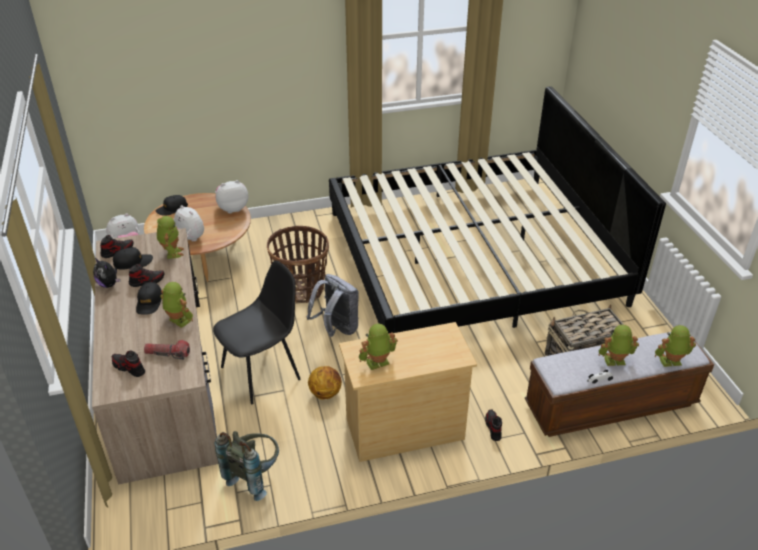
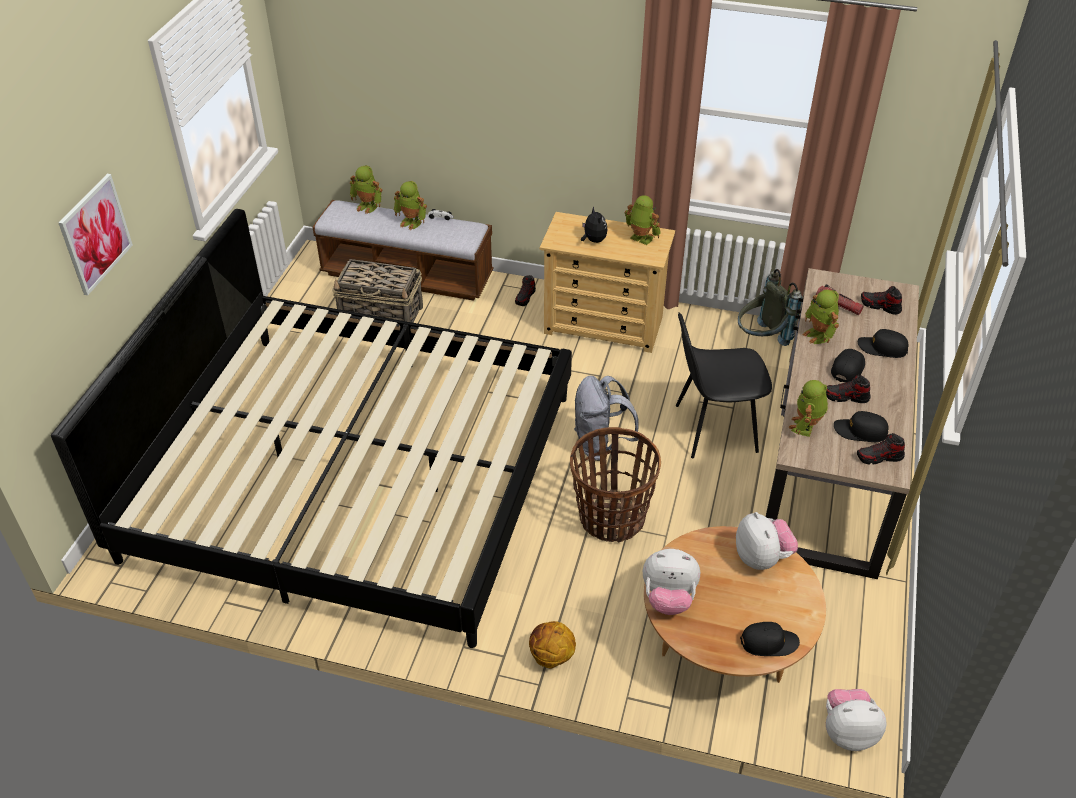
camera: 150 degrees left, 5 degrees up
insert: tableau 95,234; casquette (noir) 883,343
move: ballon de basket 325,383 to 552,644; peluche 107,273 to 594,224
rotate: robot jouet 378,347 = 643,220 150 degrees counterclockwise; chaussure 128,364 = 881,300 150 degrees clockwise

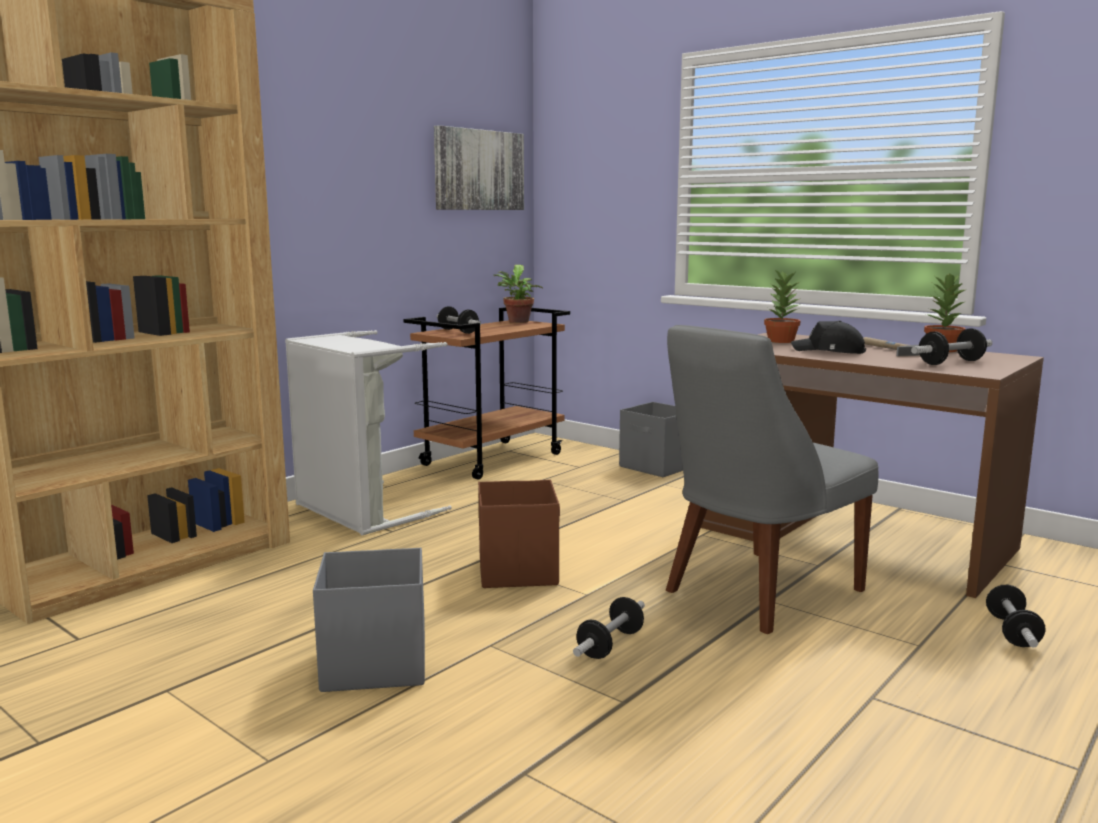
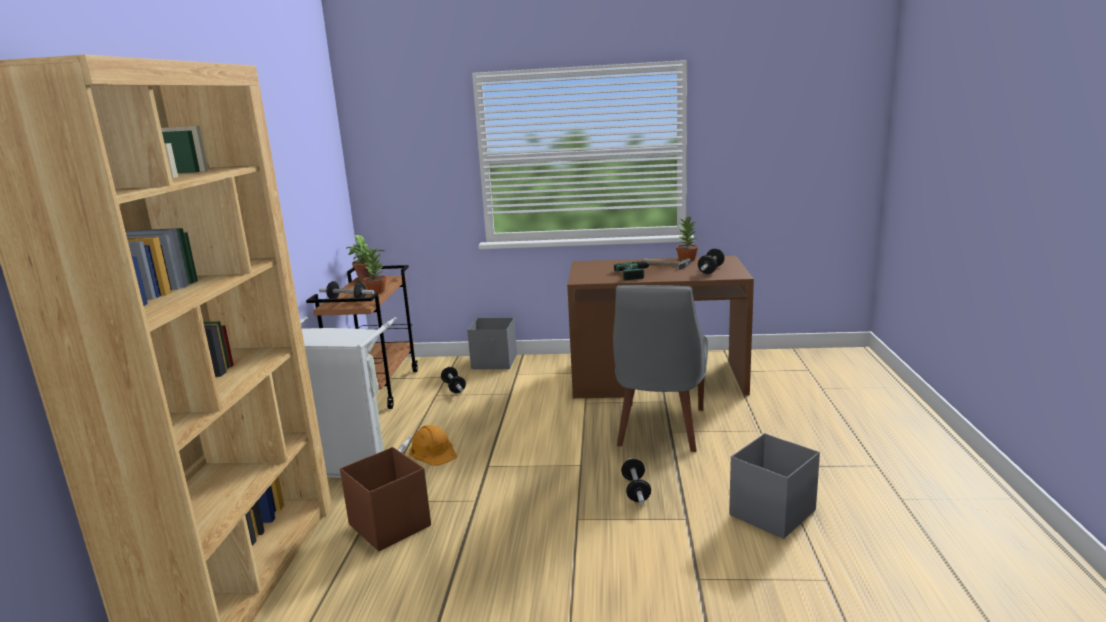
camera: 35 degrees left, 5 degrees up
delete: tableau 479,167
insert: casque de chantier (orange) 433,445
move: boîte de rangement (marron) 519,534 to 385,499; plante en pot 782,306 to 375,270; haltère 1016,616 to 453,380; boîte de rangement (gris) 369,620 to 774,486
replace: casquette (noir) 828,337 to perceuse 636,270

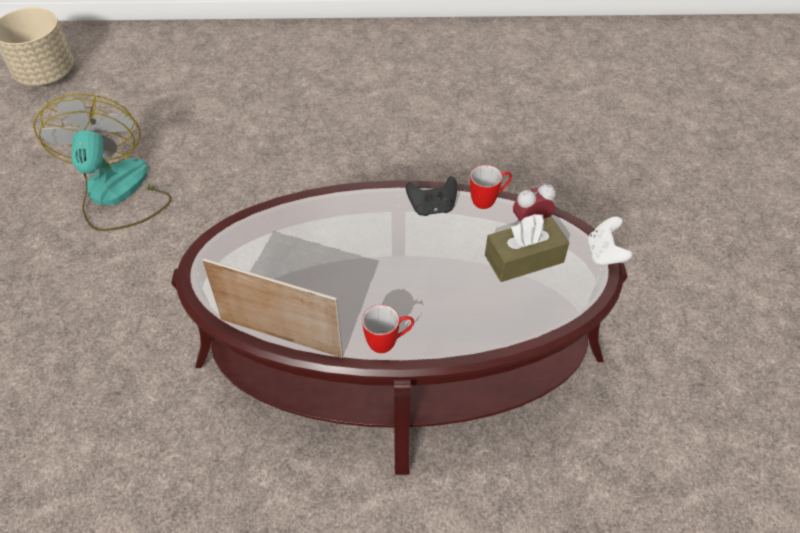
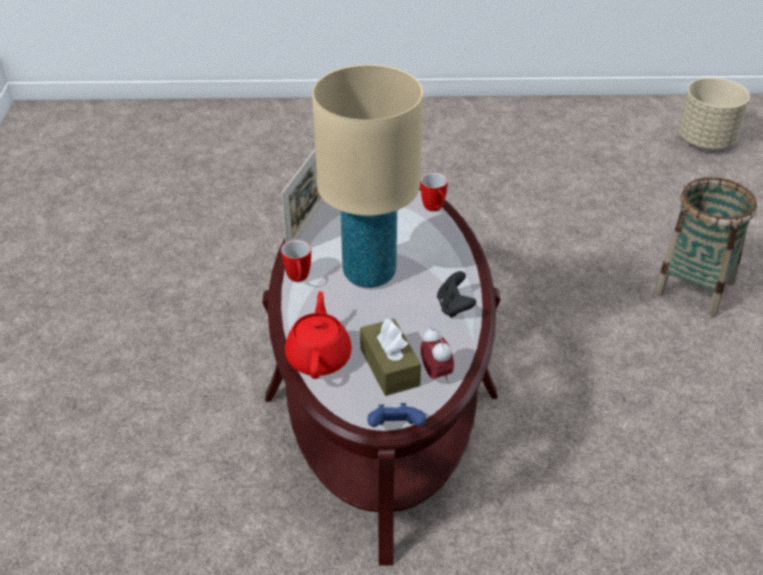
camera: 90 degrees right, 10 degrees down
delete: ventilateur 102,162
insert: théière (rouge) 318,335; lampe de table (beige) 367,176; panier 705,246
move: mug 491,187 to 434,192
recolor: manette (blanc) 610,241 to manette (bleu) 396,415

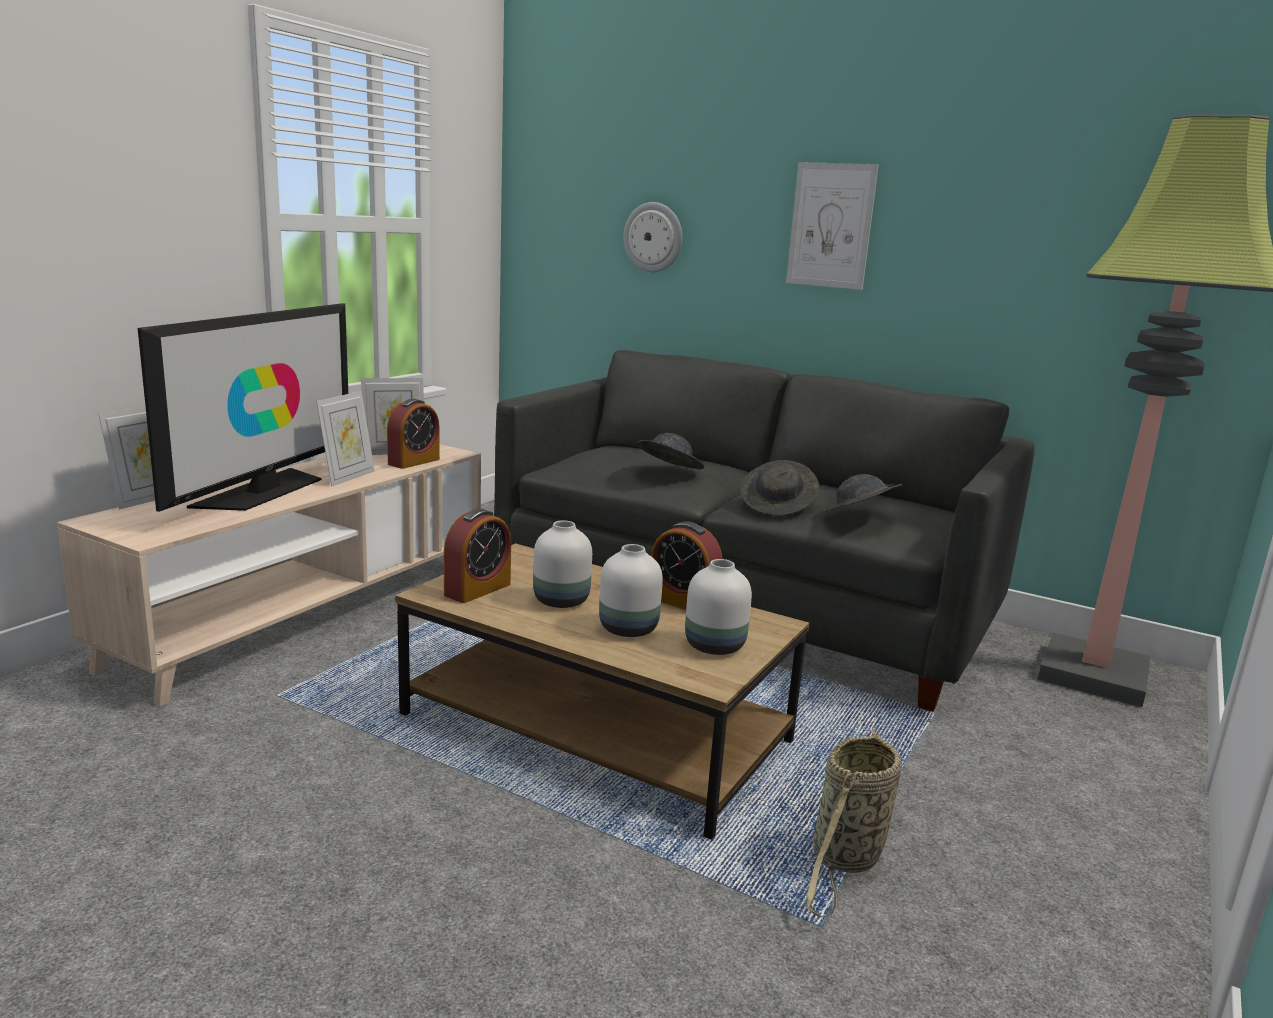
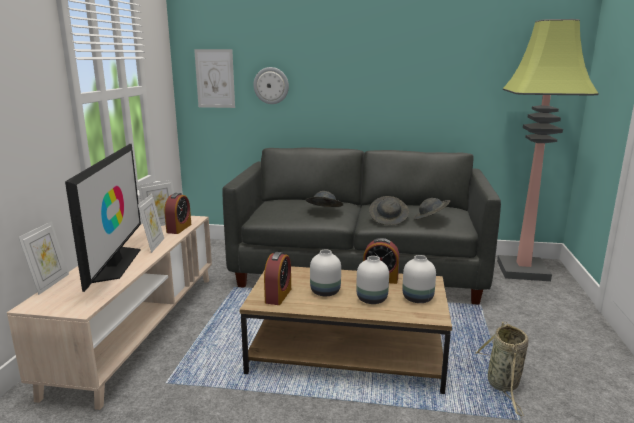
camera: 20 degrees left, 0 degrees up
move: tableau 832,226 to 214,78

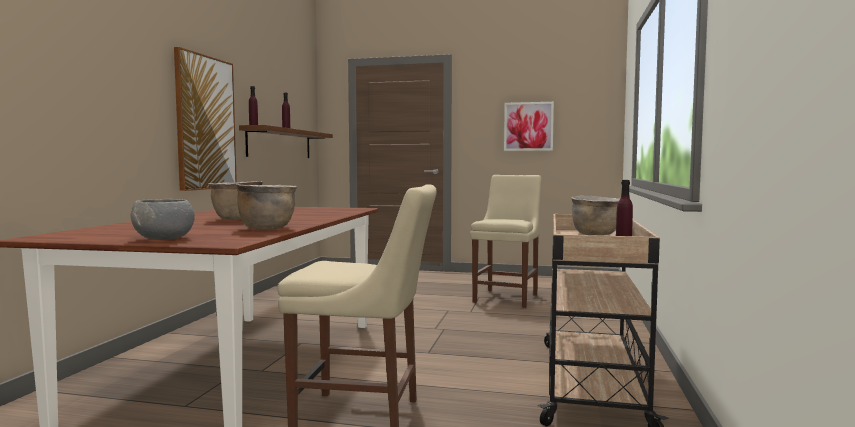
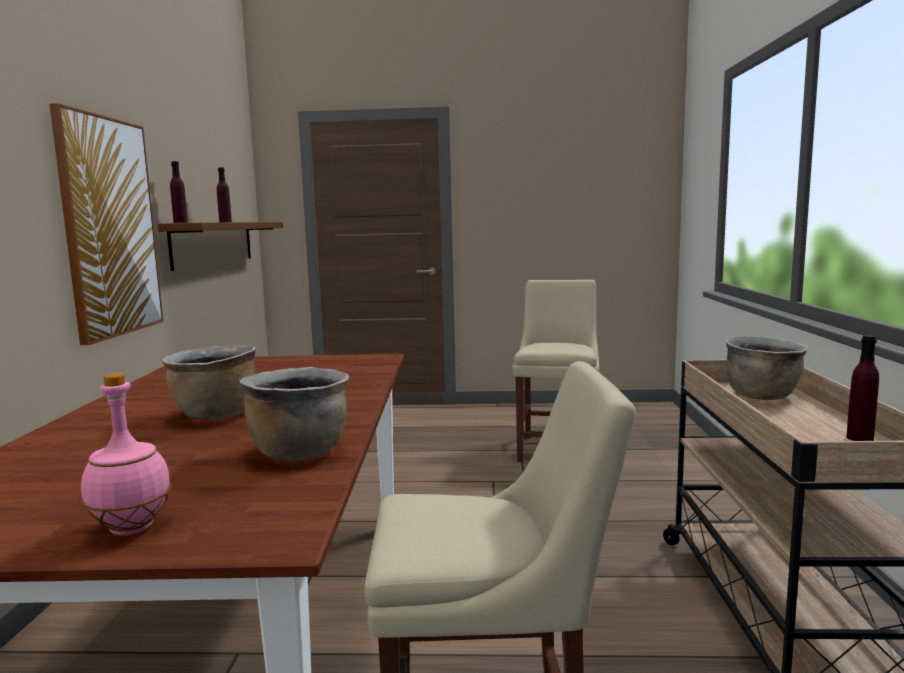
camera: 10 degrees left, 5 degrees up
delete: tableau 529,126
replace: bol (gris) 163,219 to bouteille (rose) 126,454

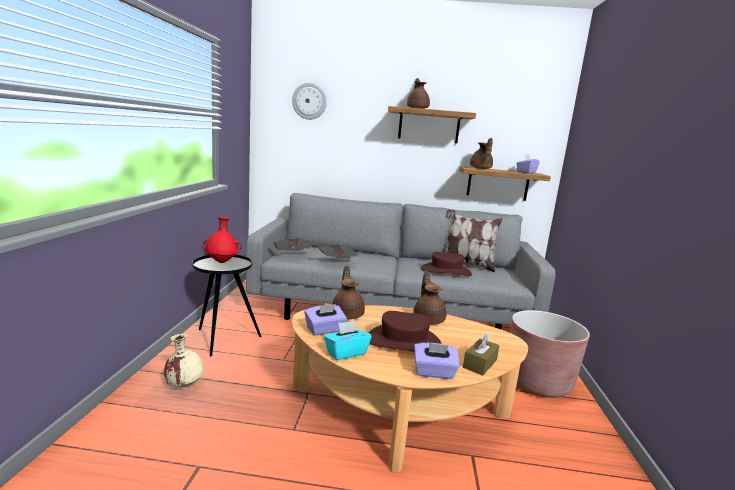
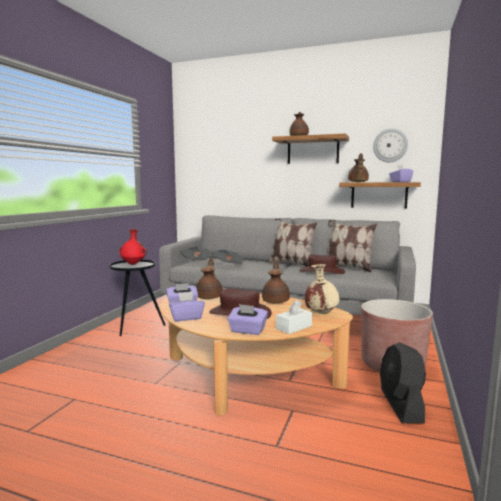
camera: 15 degrees right, 5 degrees down
insert: coussin 293,242; ventilateur (noir) 403,383
move: vase (beige) 184,360 to 322,289; horloge murale 309,101 to 390,145
recolor: boîte à mouchoirs (turquoise) 348,340 to boîte à mouchoirs (violet) 187,306; boîte à mouchoirs (marron) 481,354 to boîte à mouchoirs (blanc) 294,317

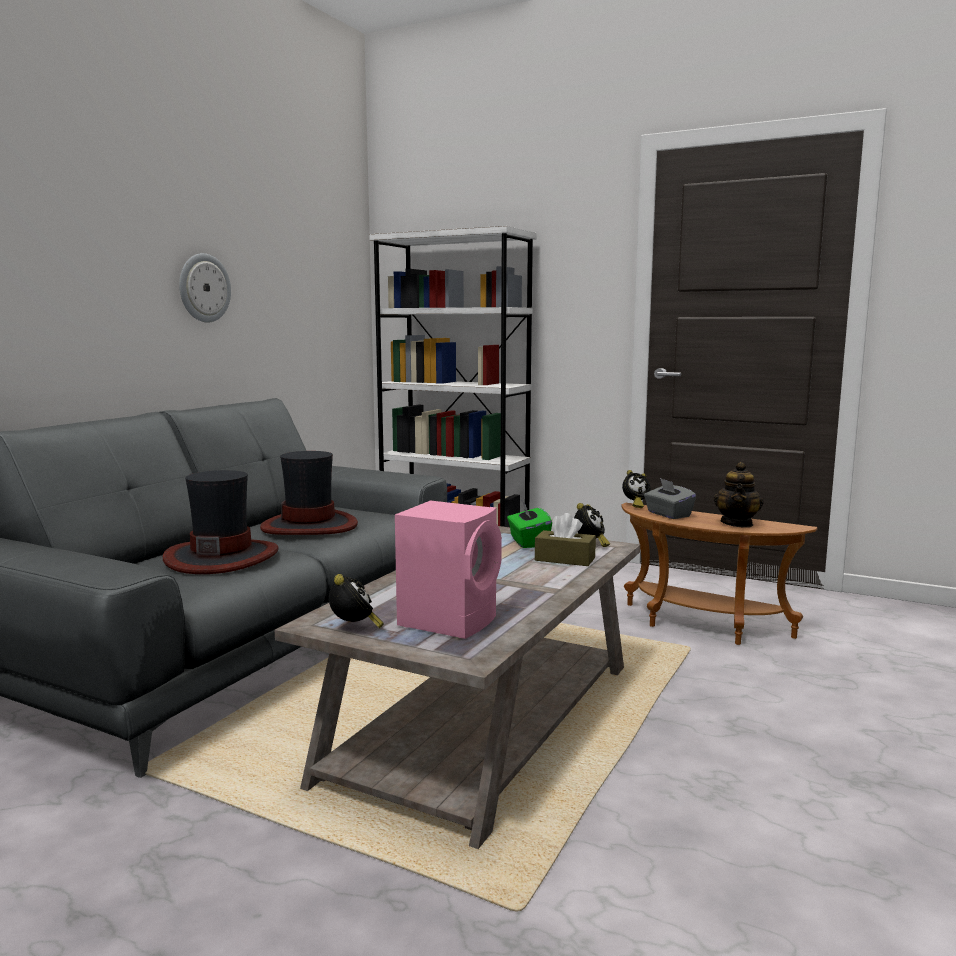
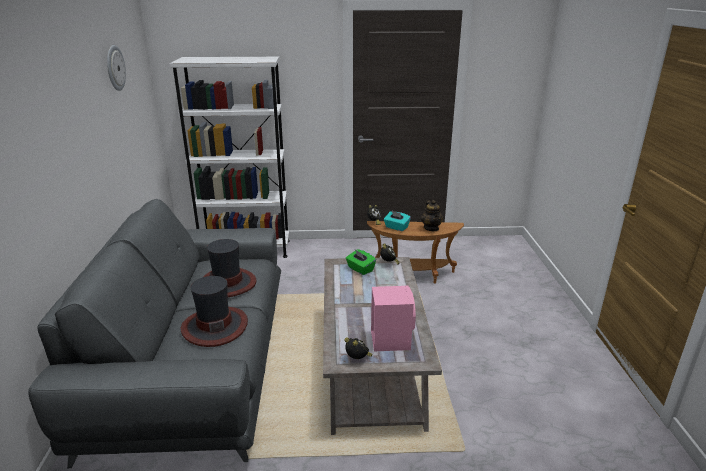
camera: 30 degrees left, 15 degrees up
delete: boîte à mouchoirs (marron) 565,539
move: horloge murale 205,288 to 116,68
recolor: boîte à mouchoirs (gris) 670,498 to boîte à mouchoirs (turquoise) 397,221

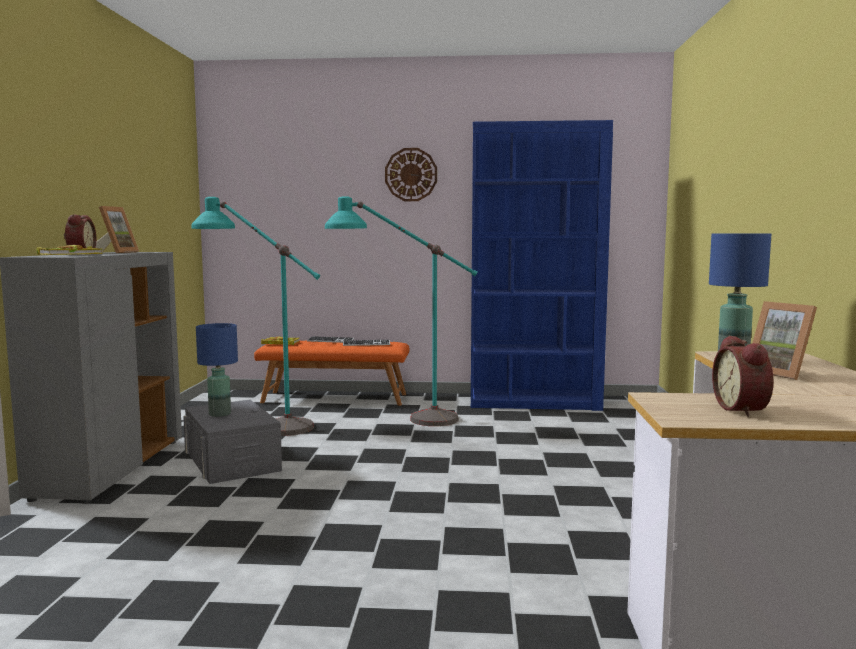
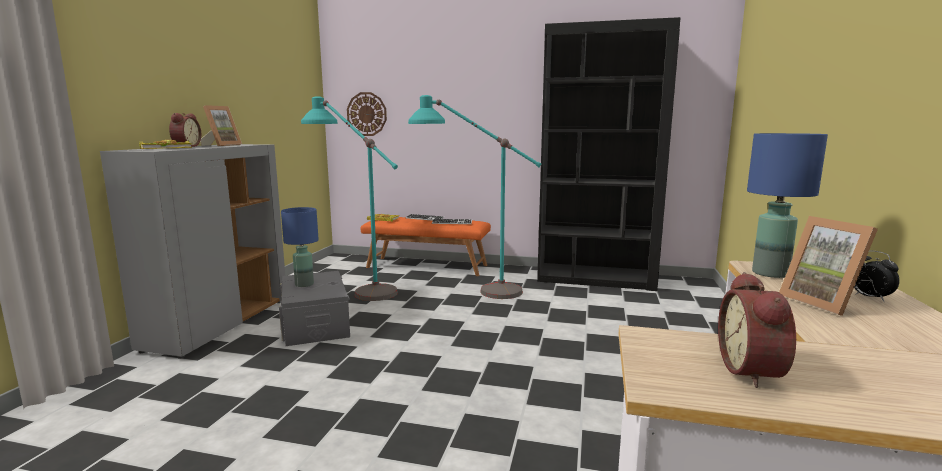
camera: 10 degrees right, 5 degrees up
insert: réveil 877,276
move: horloge murale 411,174 to 367,114
recolor: bibliothèque (bleu) 542,265 to bibliothèque (noir) 609,154

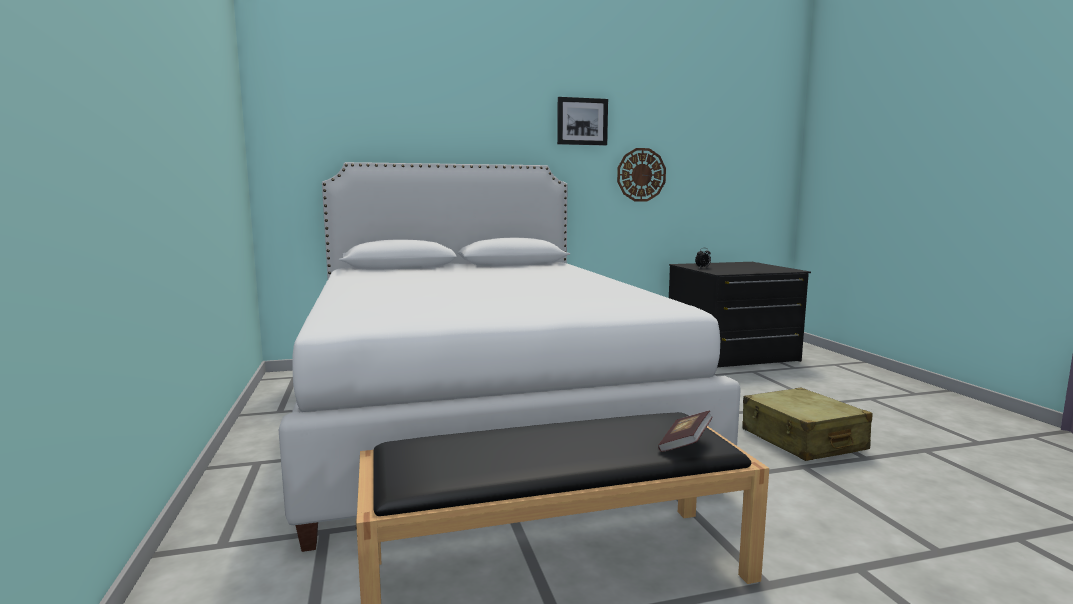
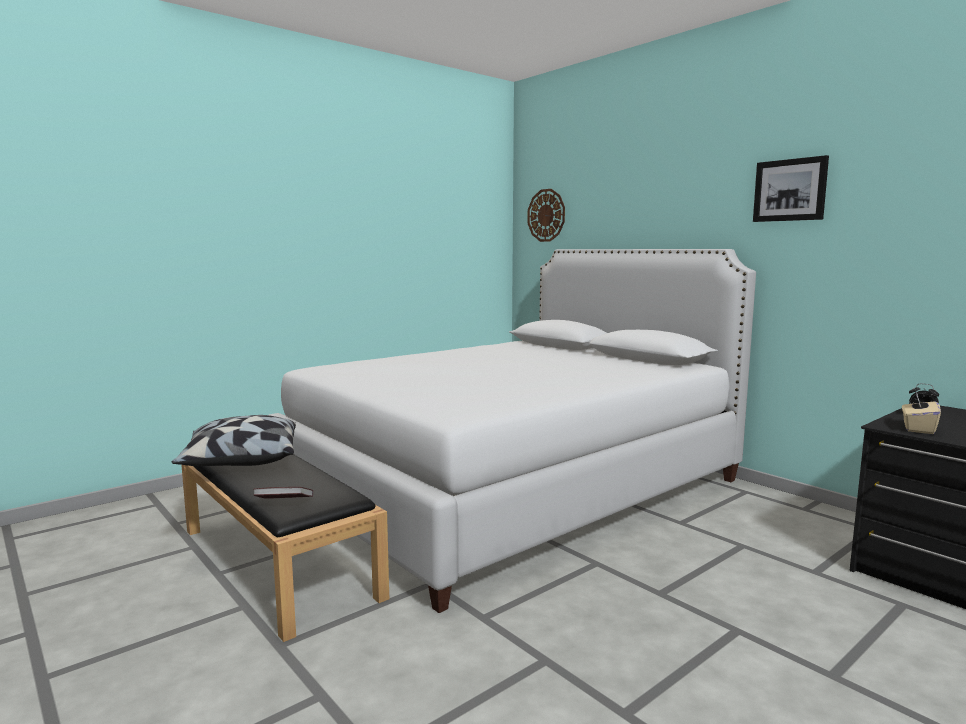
camera: 65 degrees right, 0 degrees up
delete: valise (beige) 807,424
insert: coussin 234,440; boîte à mouchoirs (beige) 921,414
move: horloge murale 641,174 to 546,215

